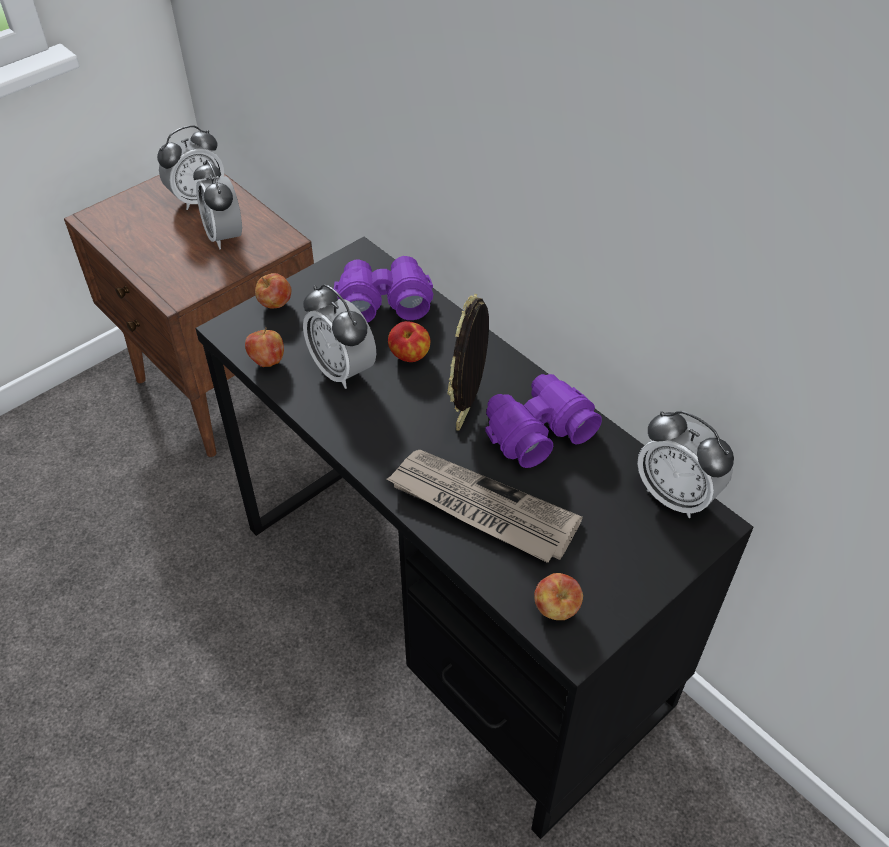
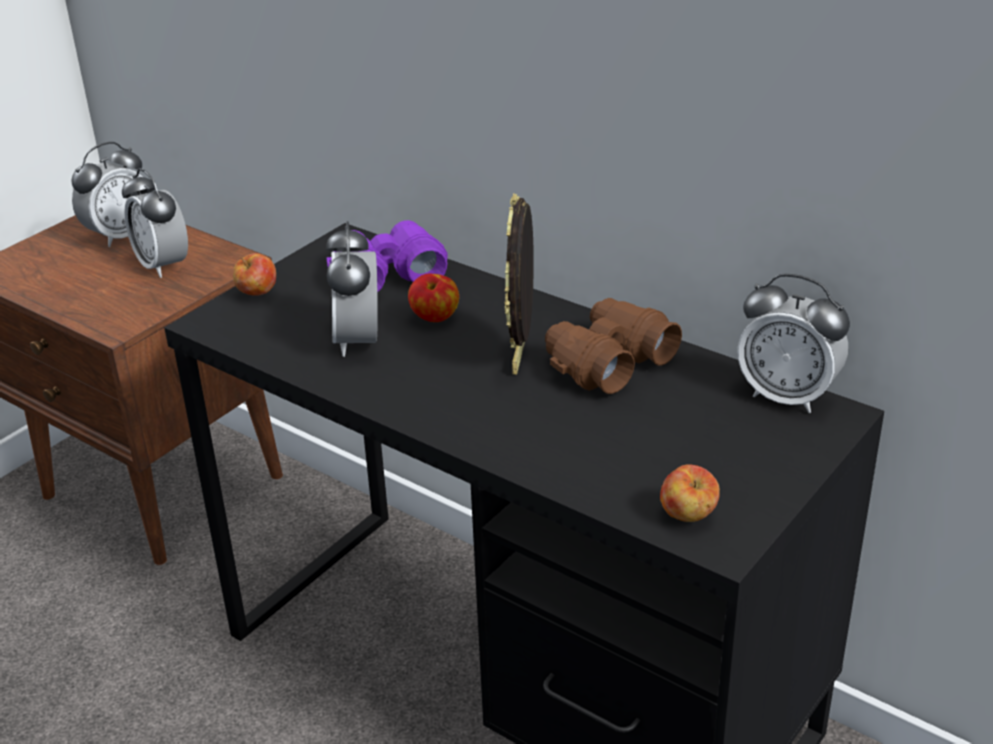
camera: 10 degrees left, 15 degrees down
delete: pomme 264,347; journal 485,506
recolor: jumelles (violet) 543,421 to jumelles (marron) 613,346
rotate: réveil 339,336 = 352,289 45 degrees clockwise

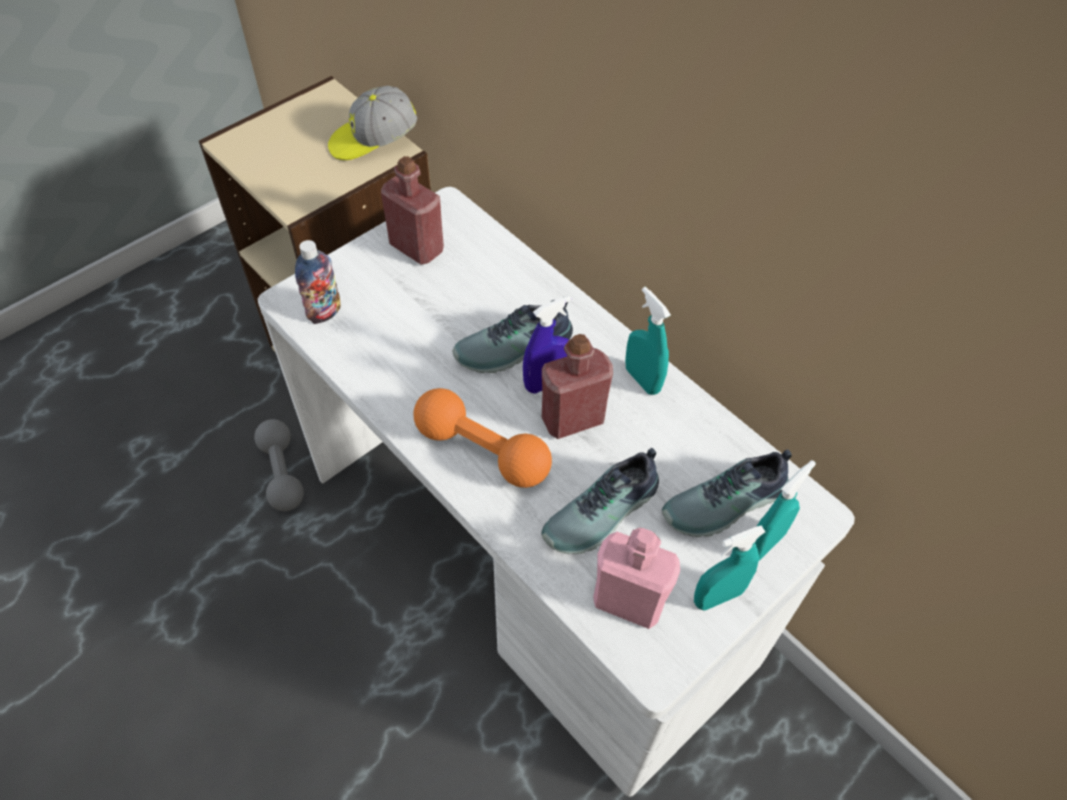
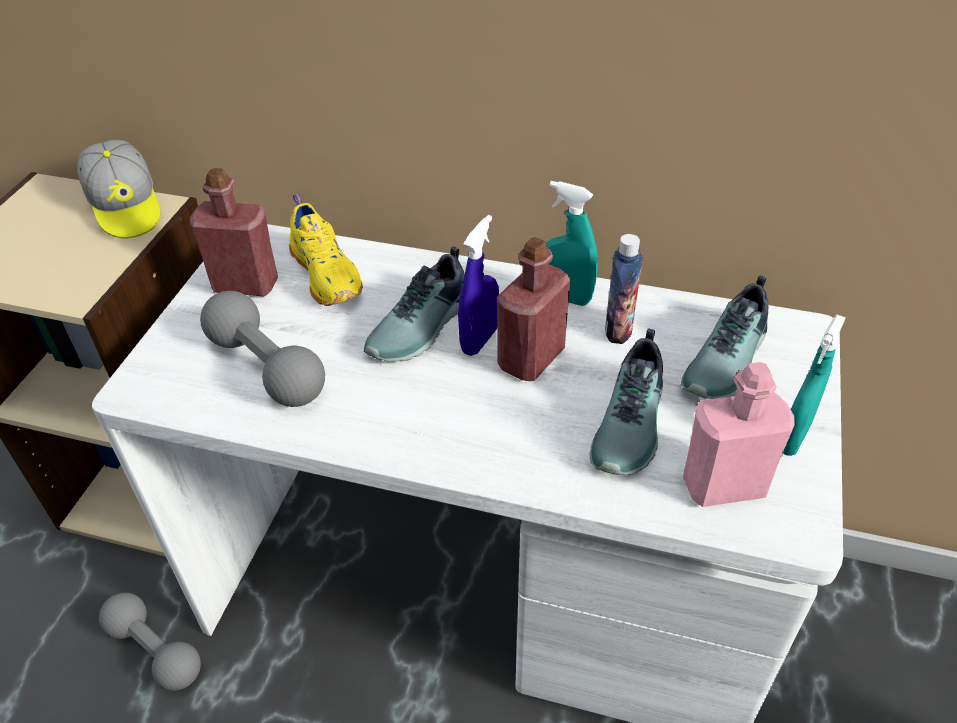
camera: 30 degrees left, 10 degrees down
delete: haltère (orange) 482,438; vaporisateur (turquoise) 785,510
insert: haltère (gris) 262,349; chaussure (jaune) 326,249
move: bouteille 318,282 to 624,289
rotate: casquette 372,123 = 119,188 60 degrees counterclockwise

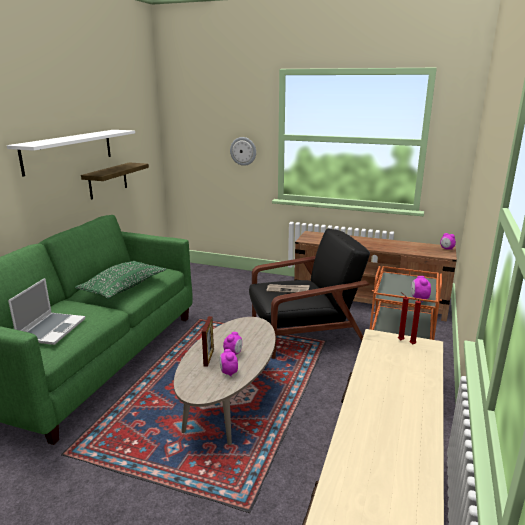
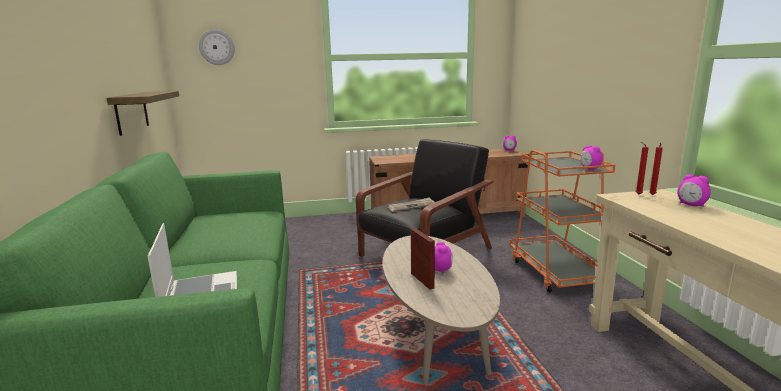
camera: 30 degrees left, 5 degrees down
delete: étagère (blanc) 71,153; coussin (vert) 120,280
move: horloge murale 243,151 to 217,47; réveil 228,363 to 694,190

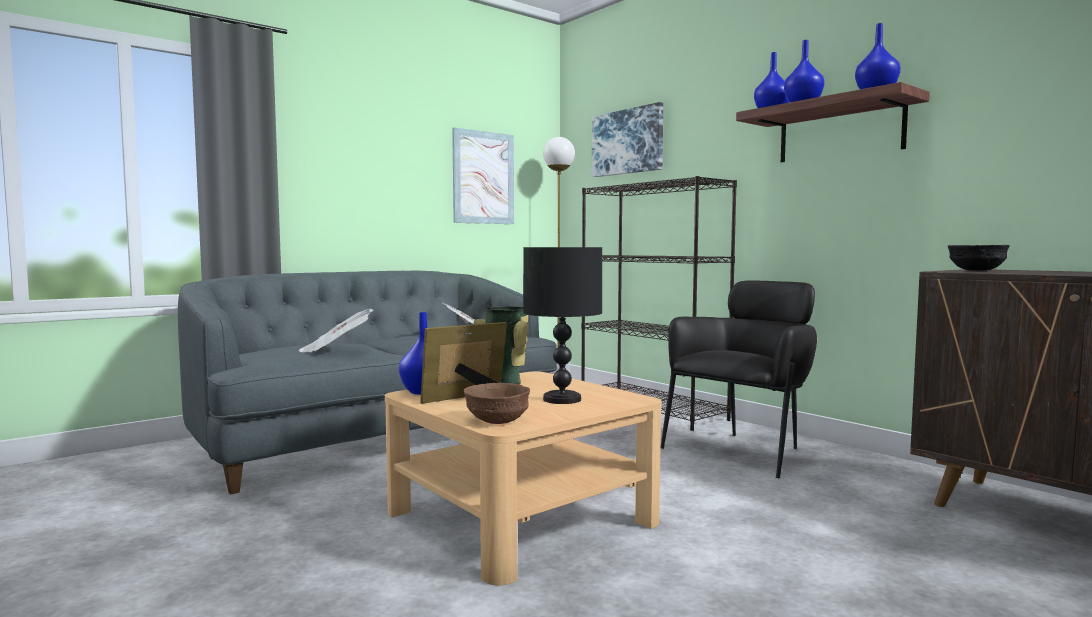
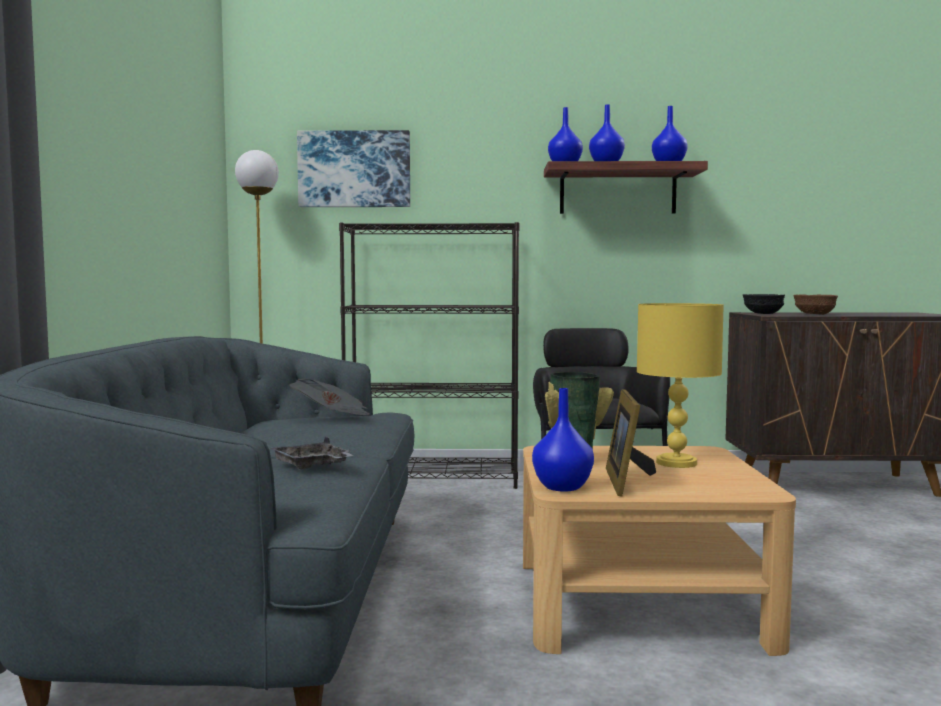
camera: 50 degrees left, 0 degrees up
delete: tableau 483,176
move: bol (marron) 496,403 to 815,304
replace: journal 336,330 to plateau (gris) 311,452
recolor: lampe de table (noir) 563,325 to lampe de table (jaune) 680,385

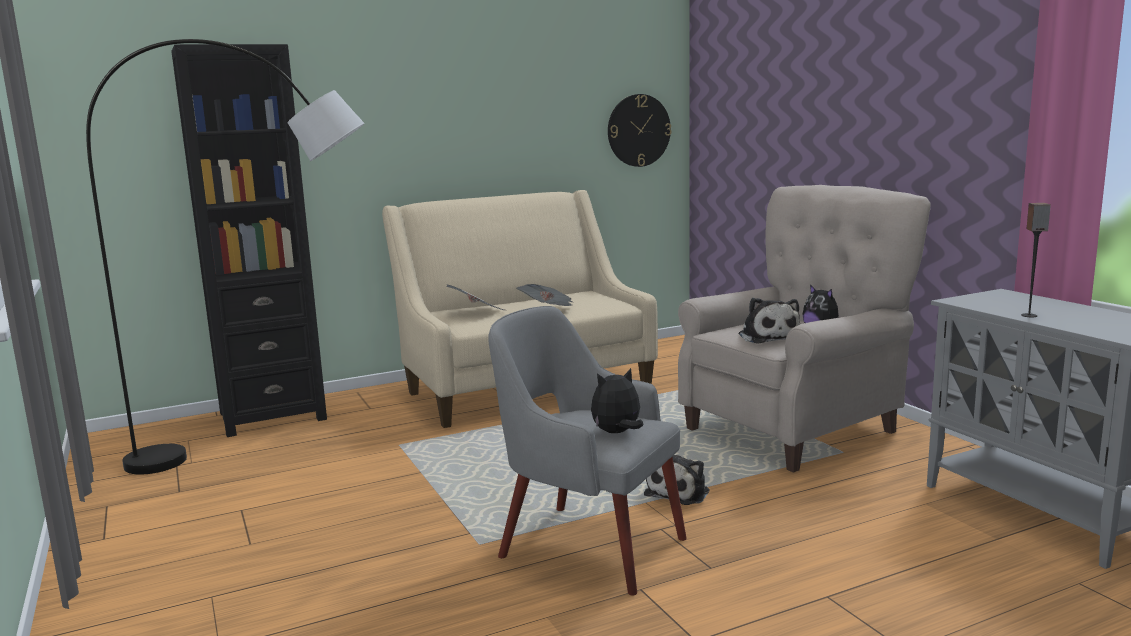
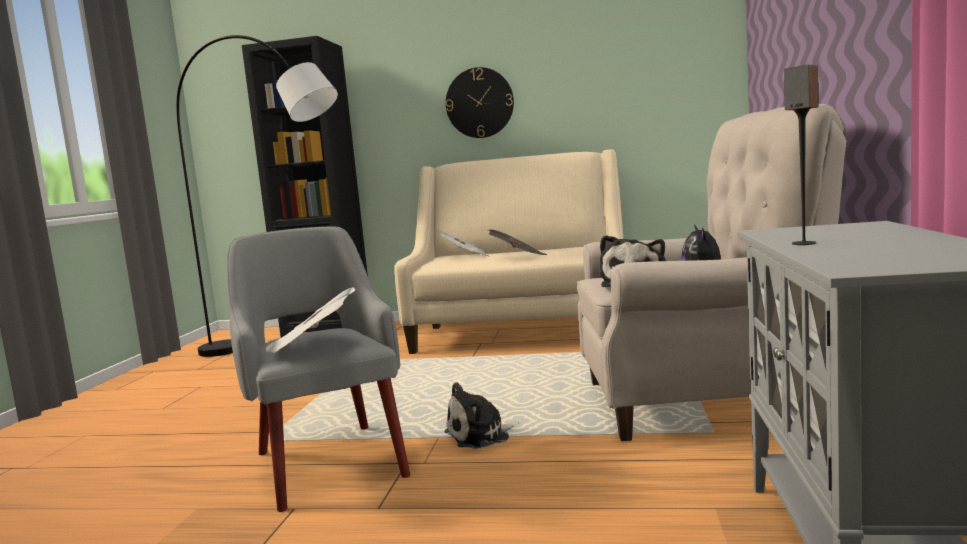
camera: 35 degrees right, 5 degrees down
move: horloge murale 640,130 to 480,102
replace: peluche 617,400 to journal 310,320

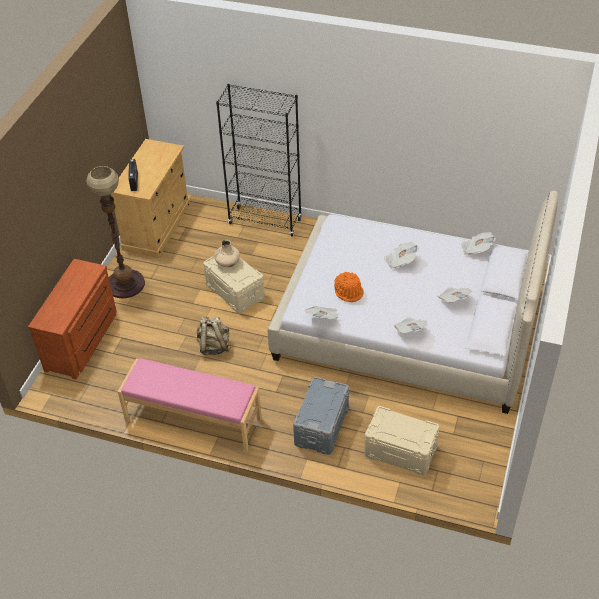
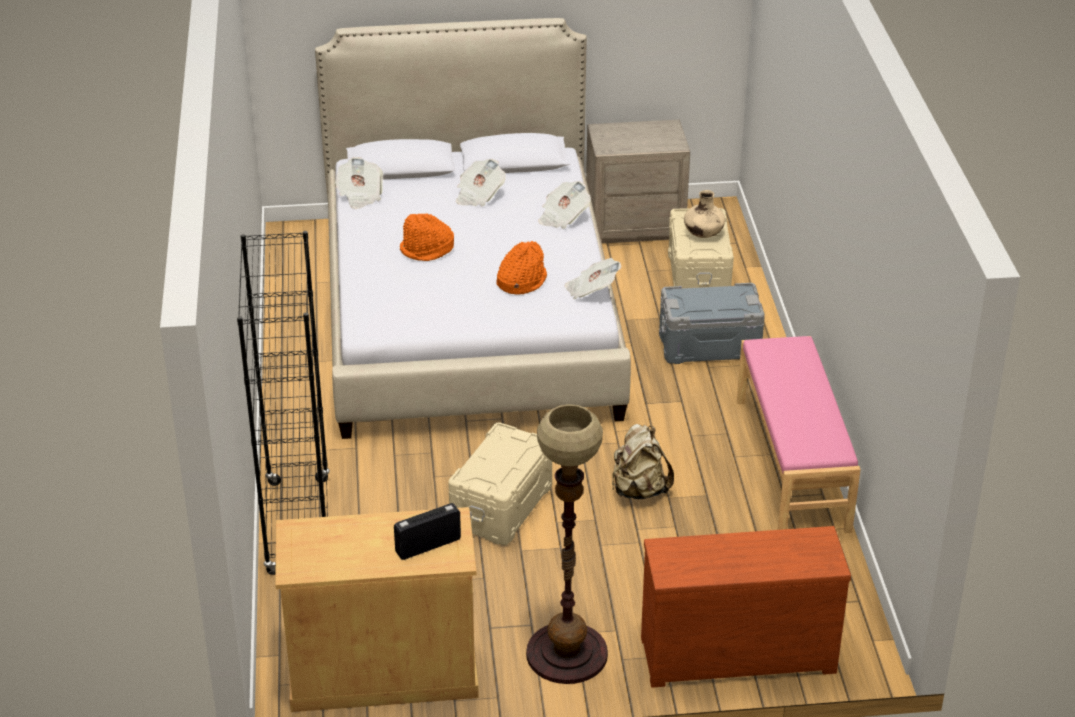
camera: 115 degrees left, 10 degrees down
insert: table de chevet (beige) 638,181
move: vase (beige) 227,253 to 704,214
replace: journal 401,255 to chapeau (orange) 427,237

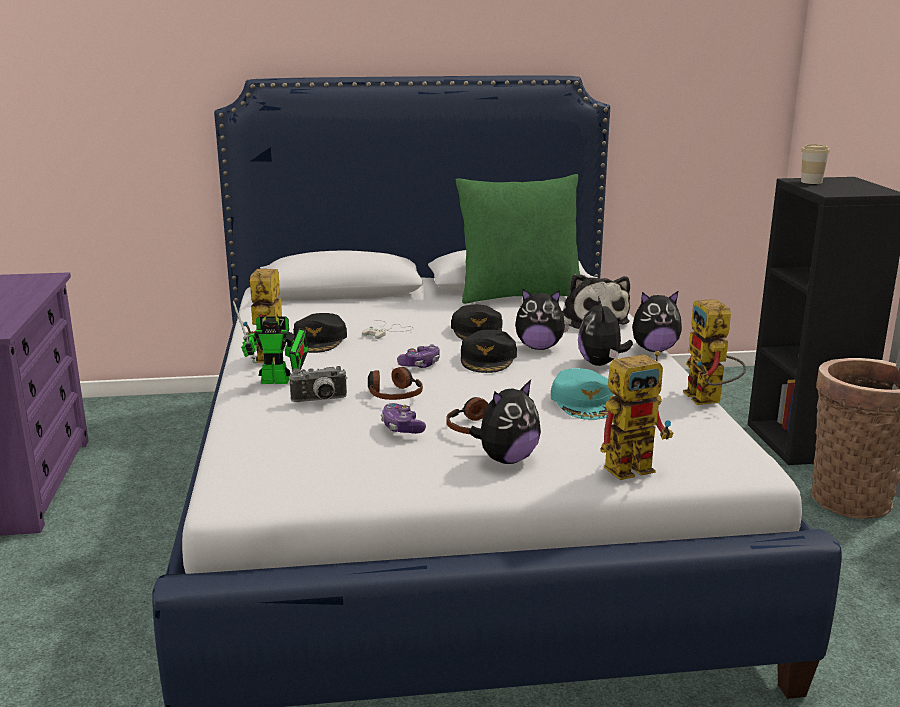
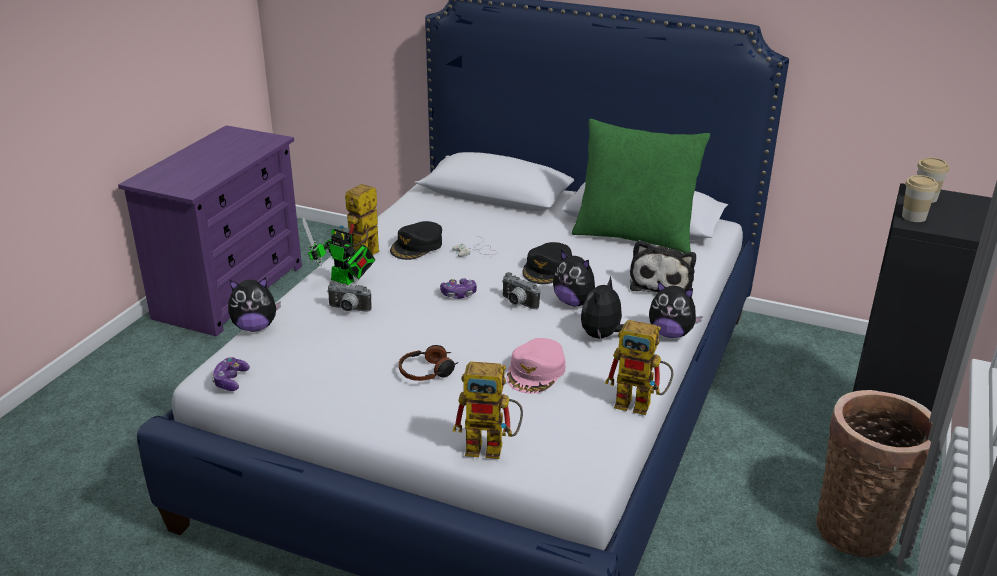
camera: 30 degrees right, 10 degrees up
delete: casque audio 395,383
insert: tasse 920,198
move: manette 403,418 to 231,374; peluche 505,422 to 254,304
replace: casquette (noir) 489,351 to appareil photo 521,290
recolor: casquette (turquoise) 582,394 to casquette (rose) 536,366
rotate: robot jouet 714,352 = 639,367 90 degrees counterclockwise

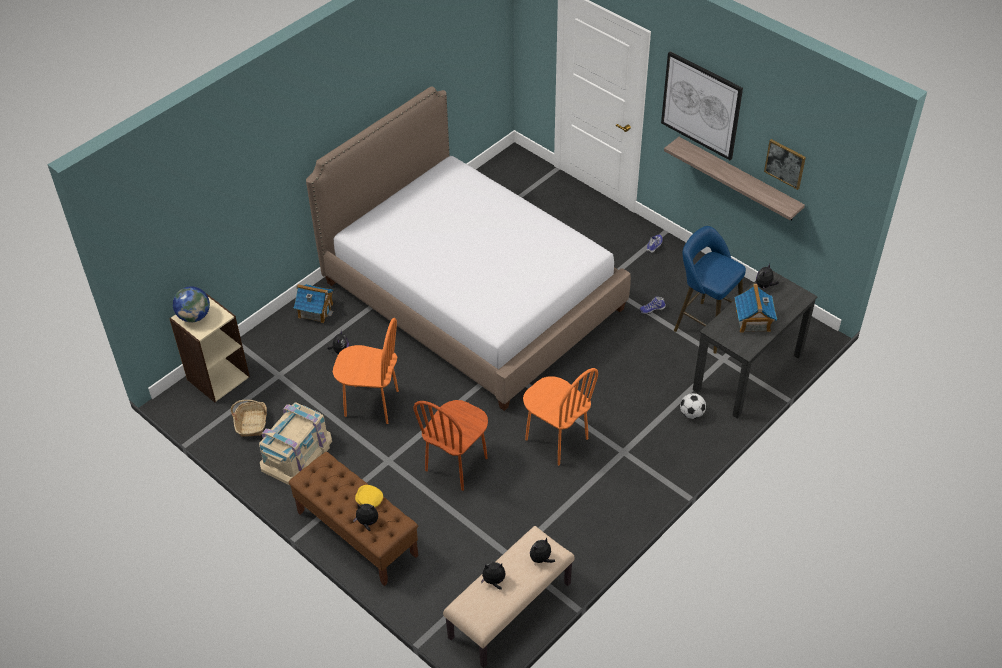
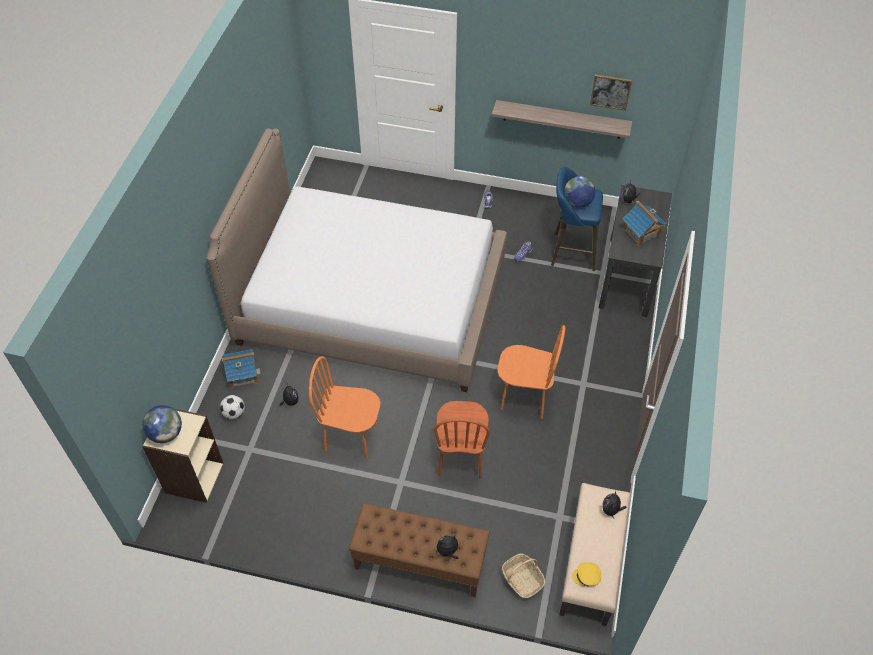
camera: 30 degrees left, 5 degrees up
delete: boîte de rangement (beige) 295,443; peluche 493,576; tableau 702,105
insert: globe 580,192
move: ballon de foot 693,406 to 232,407; panier 249,418 to 524,575; casquette (jaune) 369,496 to 586,574
rotate: chaise (orange) 366,371 = 345,407 150 degrees counterclockwise

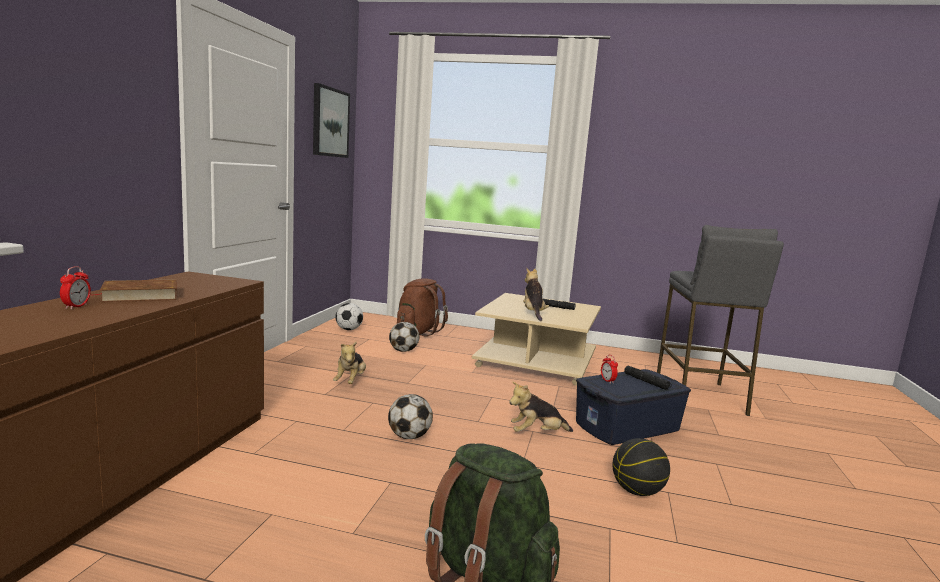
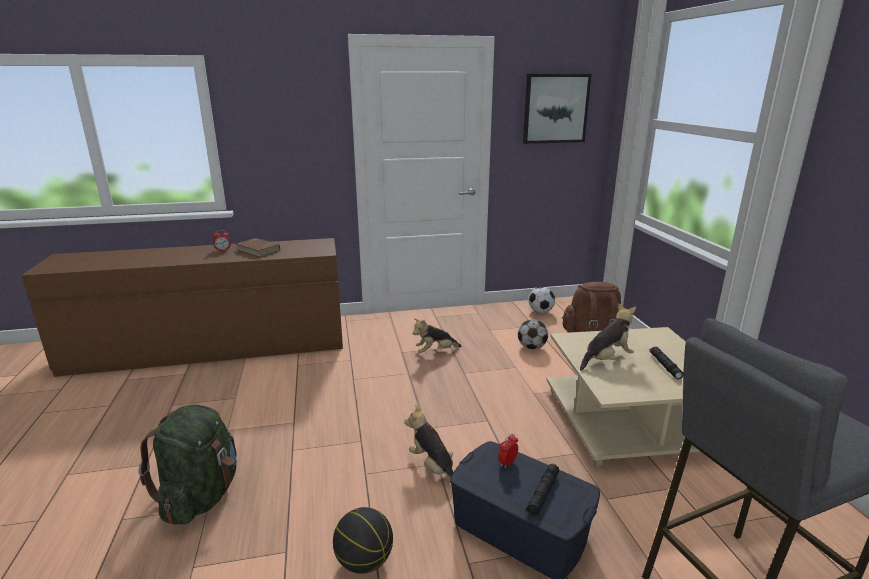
camera: 65 degrees right, 10 degrees up
delete: ballon de foot 410,416

